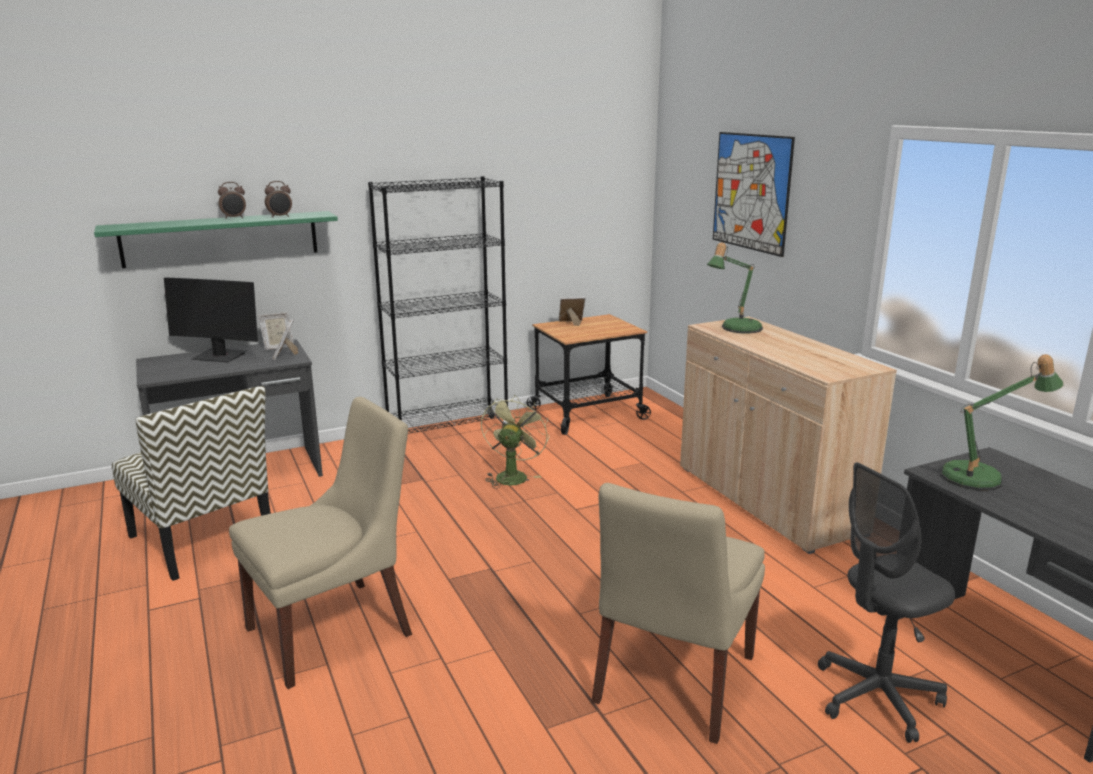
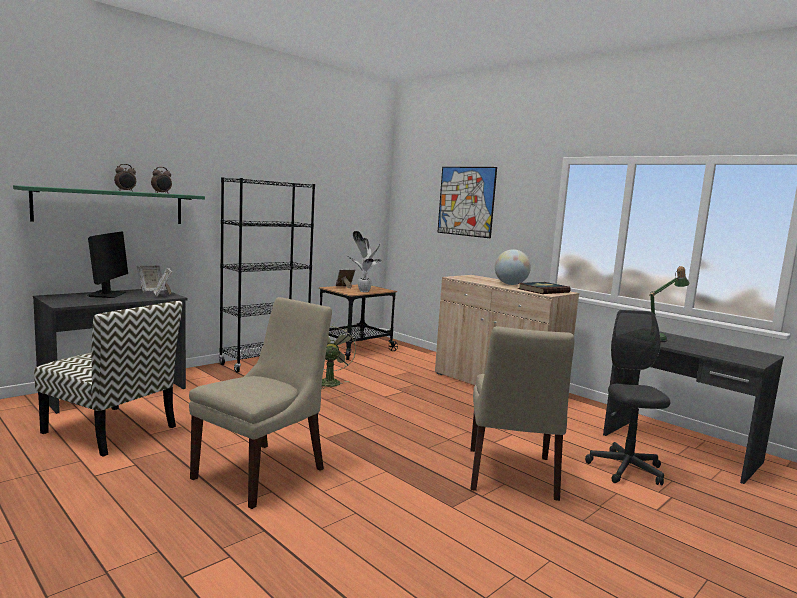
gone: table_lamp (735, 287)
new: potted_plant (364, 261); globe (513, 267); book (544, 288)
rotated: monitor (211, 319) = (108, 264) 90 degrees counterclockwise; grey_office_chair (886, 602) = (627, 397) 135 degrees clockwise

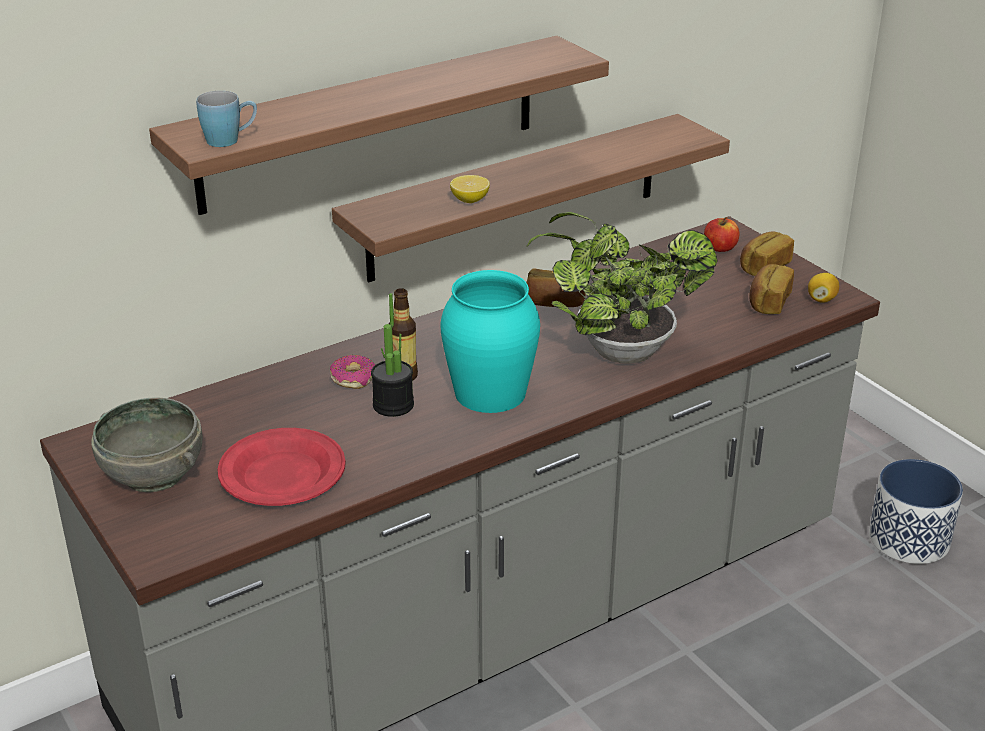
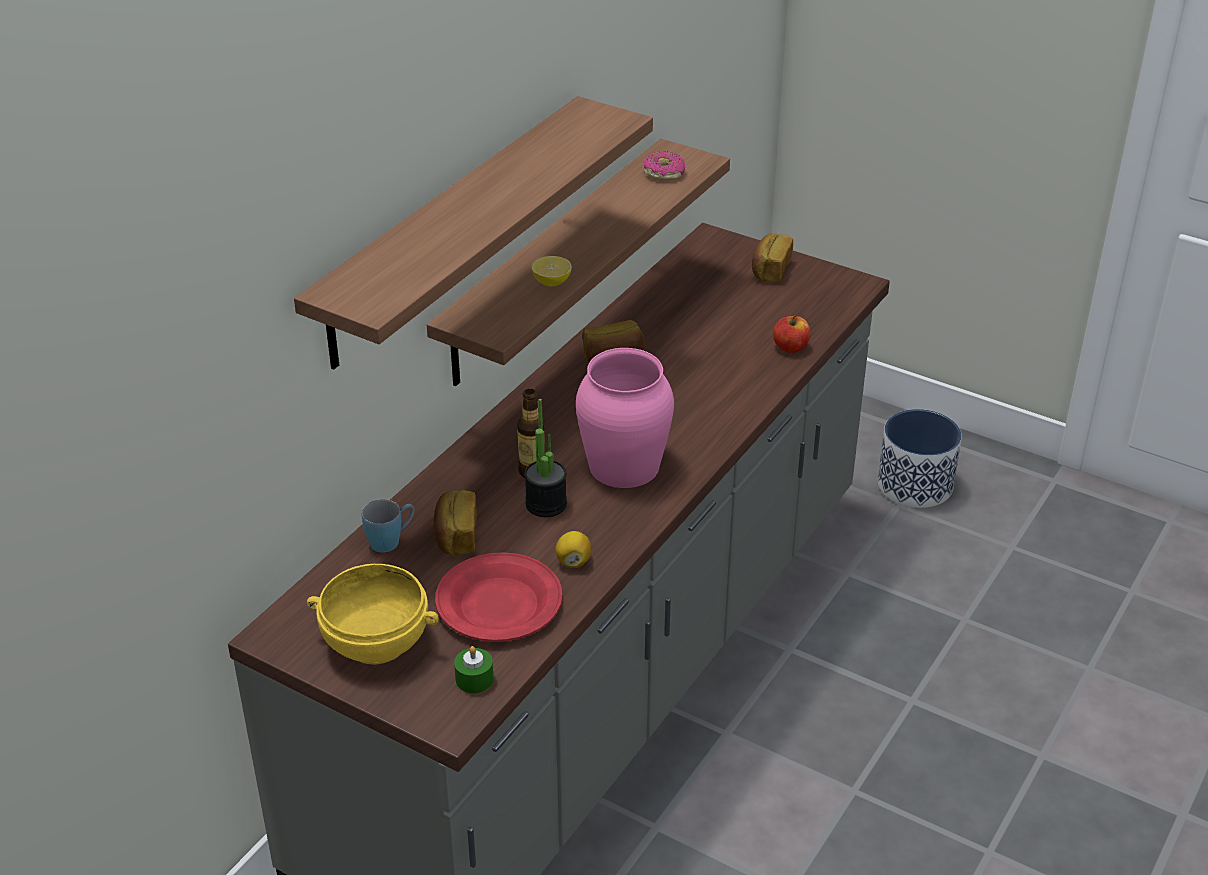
gone: potted_plant (622, 288)
new: green_candle (474, 669)
shifted: blue_mug (226, 119) to (388, 526); apple (721, 234) to (792, 334); bread (772, 289) to (455, 522); lemon (823, 288) to (573, 549); donut (352, 372) to (664, 165)
repainted: turquoise_vase (490, 341) to pink_vase (625, 418); grey_bowl (147, 444) to yellow_bowl (373, 614)

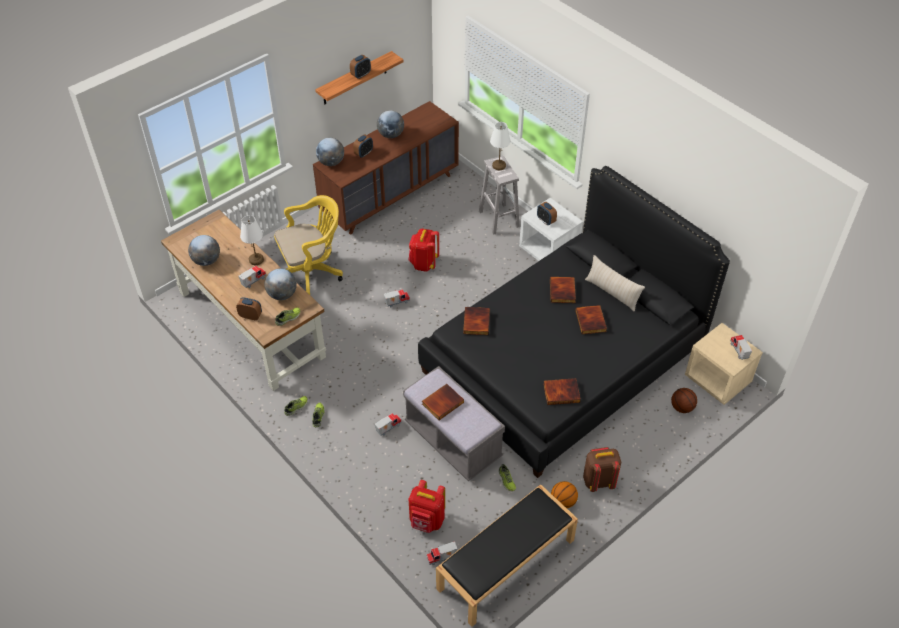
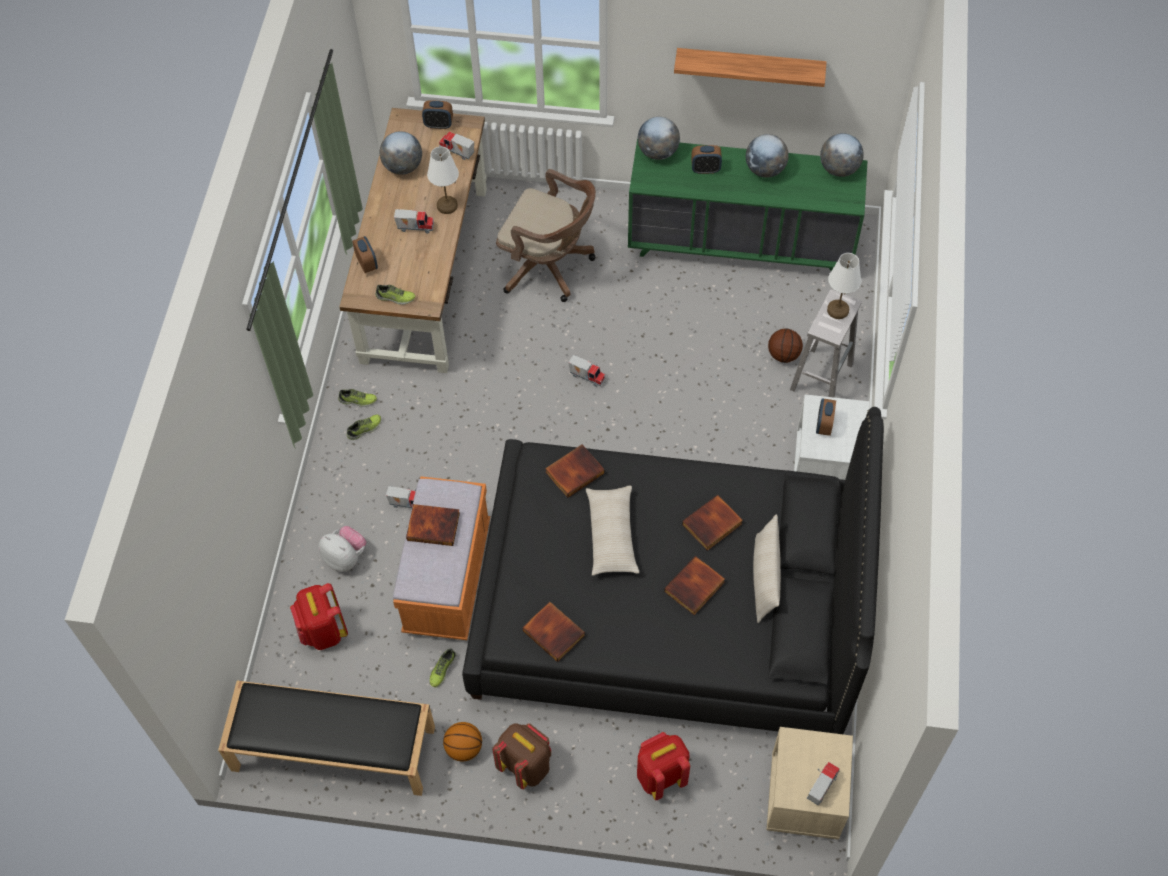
new: beige_pillow (612, 531); plush_toy (342, 549)
shifted: alarm_clock (360, 67) to (437, 114); red_backpack (423, 250) to (663, 766); globe (280, 284) to (842, 155); basketball (684, 400) to (785, 345); toy_truck (441, 553) to (456, 145)
repainted: brown_dresser (386, 168) to green_dresser (747, 205); yellow_office_chair (308, 245) to brown_office_chair (546, 235); grey_bench (454, 423) to orange_bench (441, 558)

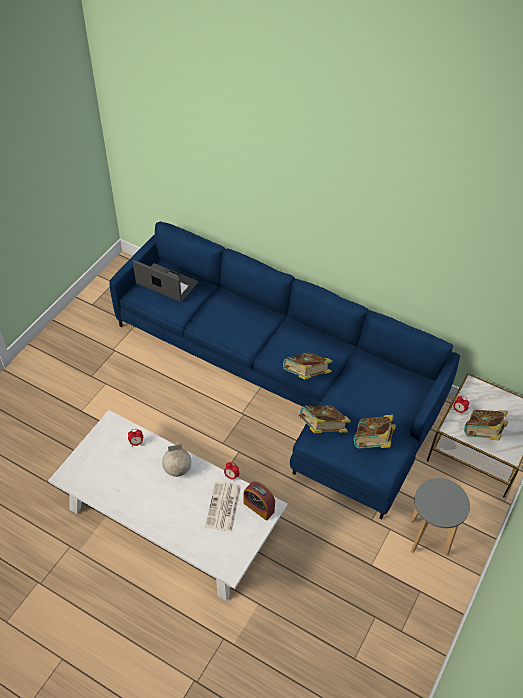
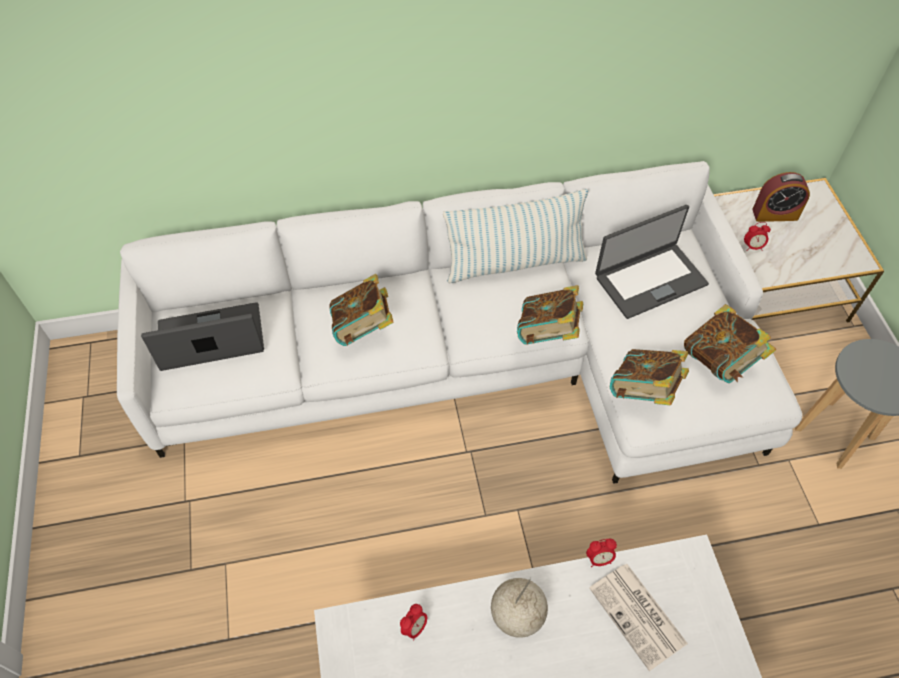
new: pillow (515, 236); laptop (652, 262)
shifted: book (486, 425) to (361, 310); alarm_clock (259, 501) to (781, 197)
repainted: blue_sofa (284, 370) to white_sofa (459, 322)

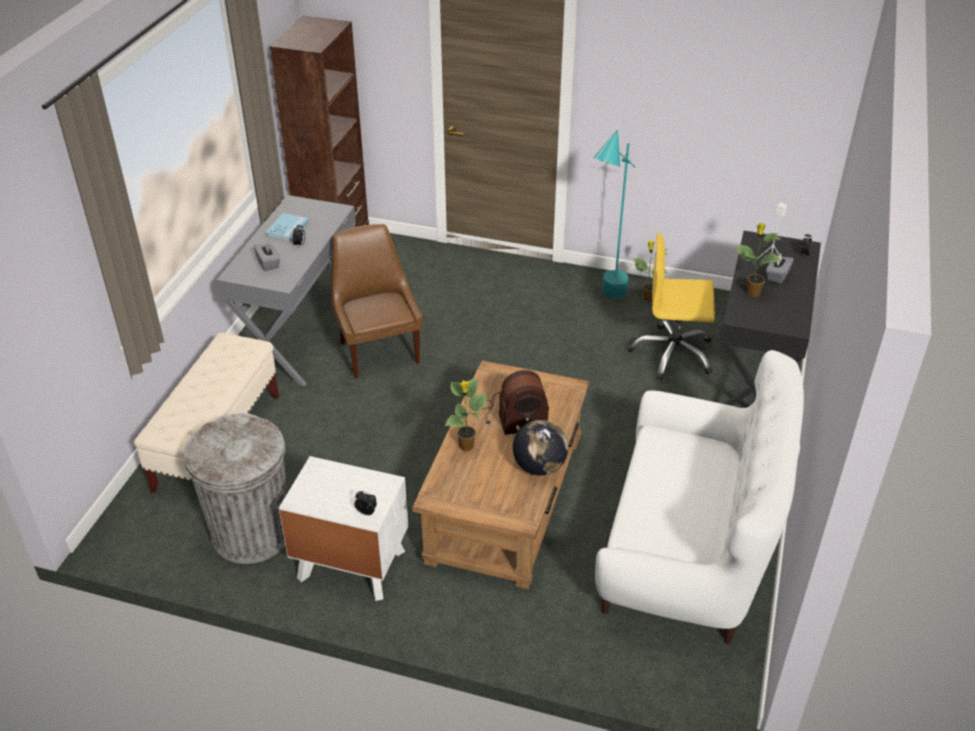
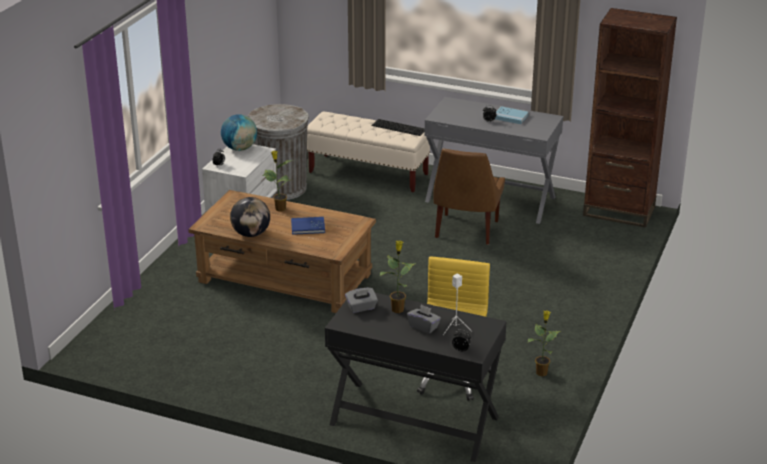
gone: turquoise_floor_lamp (614, 214); white_sofa (699, 497)
new: globe (239, 132); keyboard (398, 127)
shifted: grey_tissue_box (267, 256) to (361, 300)
swapped: radio (516, 402) to blue_book (308, 226)
rotated: brown_chair (377, 301) = (469, 197) 120 degrees clockwise

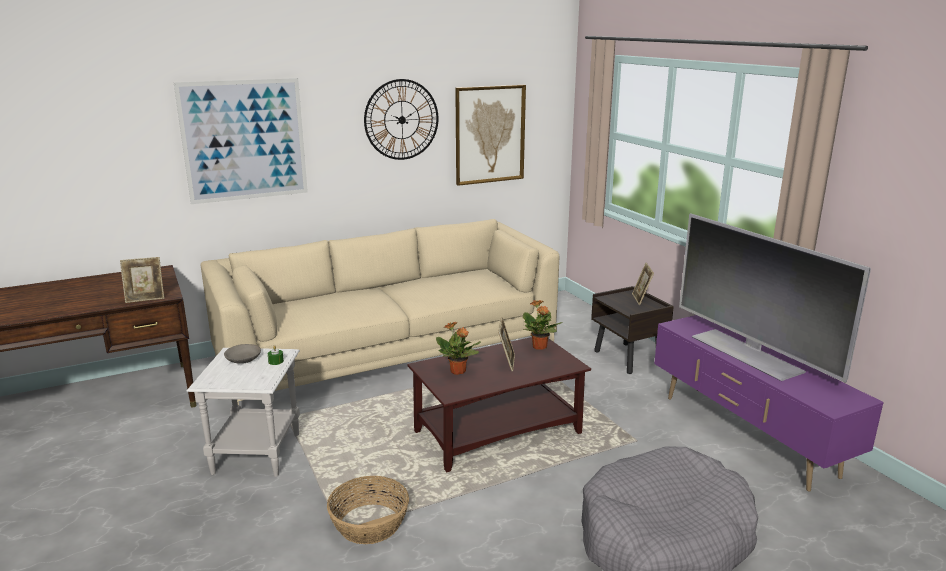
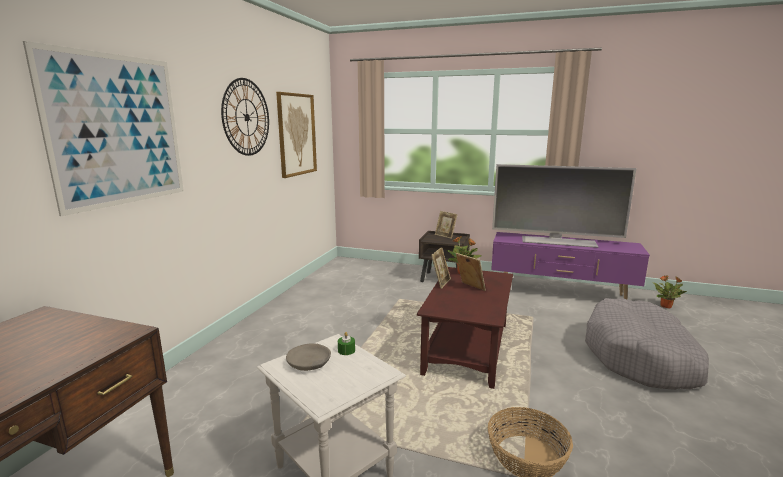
gone: beige_sofa (380, 312)
shifted: picture_frame (142, 280) to (441, 268); potted_plant (458, 348) to (670, 292)

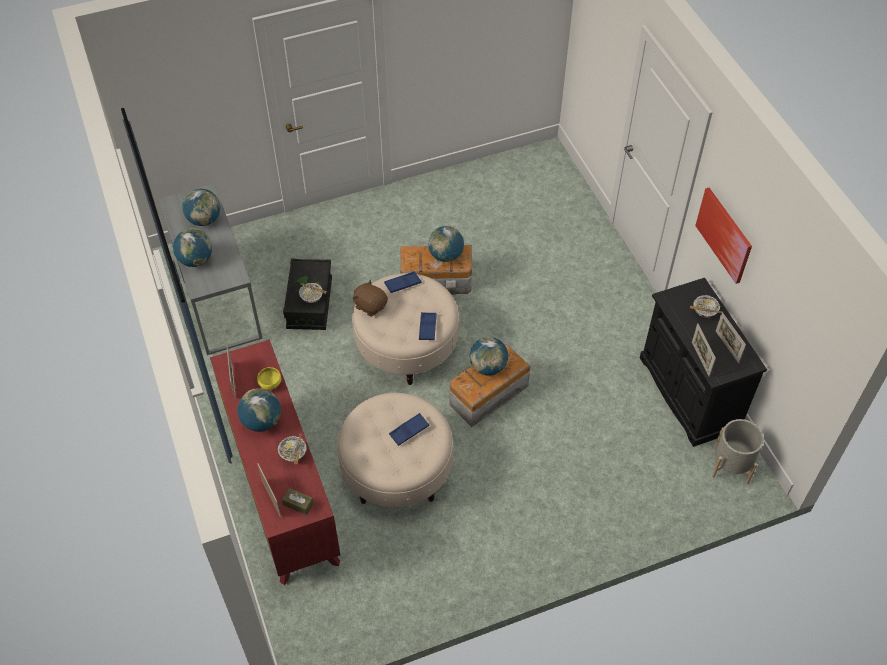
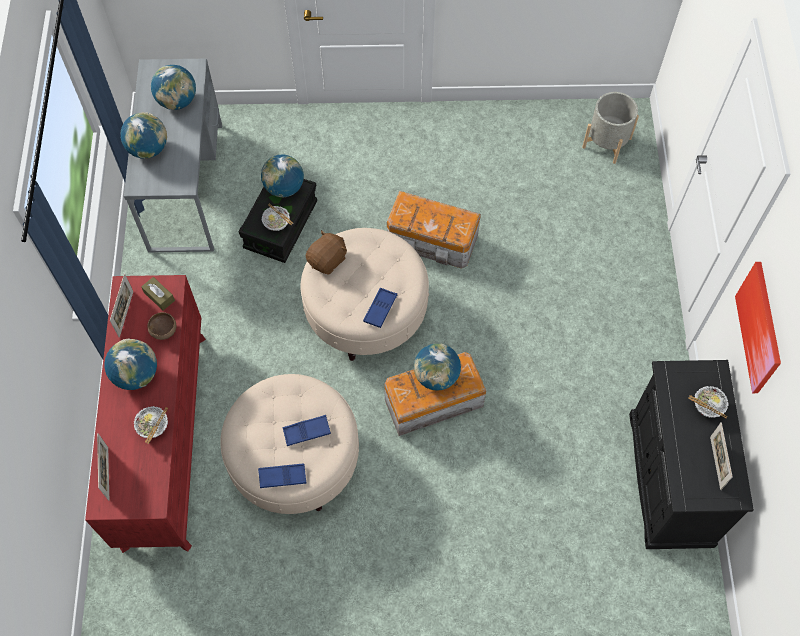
gone: picture_frame (704, 350)
shifted: globe (446, 244) to (282, 175); blue_tray (403, 282) to (282, 475); grey_planter (738, 451) to (610, 128); brown_tissue_box (298, 501) to (158, 294)
repainted: yellow_bowl (269, 378) to brown_bowl (161, 326)
rotated: brown_plush_toy (370, 298) = (326, 252) 75 degrees clockwise

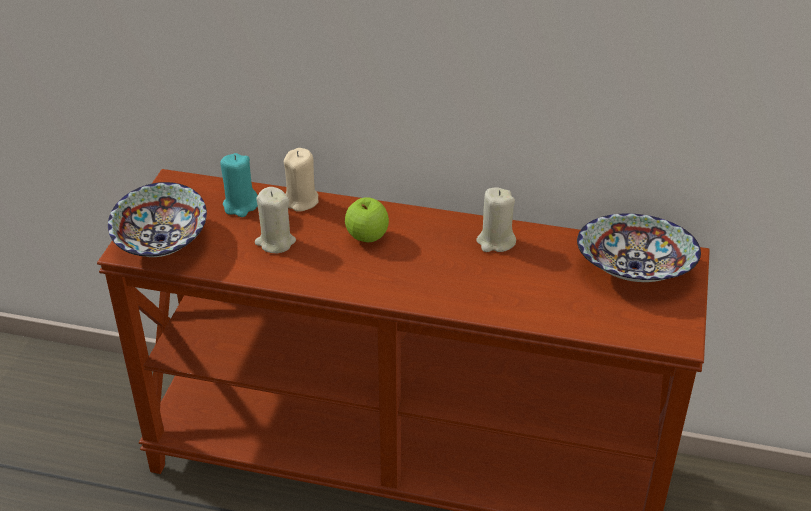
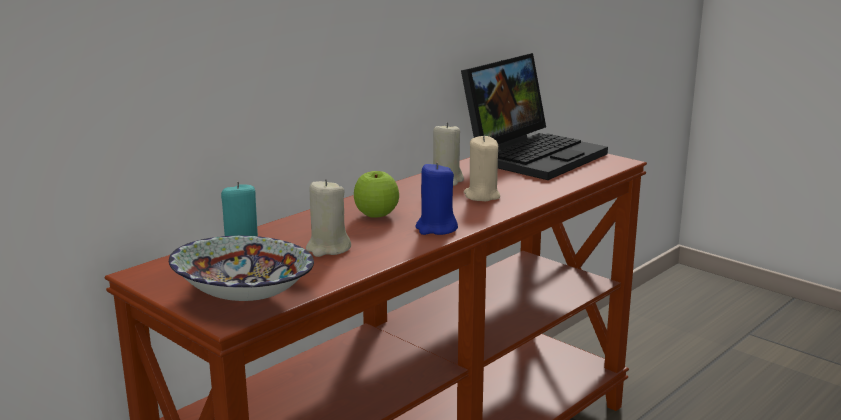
new: blue_candle (436, 198)
shifted: beige_candle (301, 180) to (482, 169)
swapped: bowl (639, 247) to laptop (534, 116)

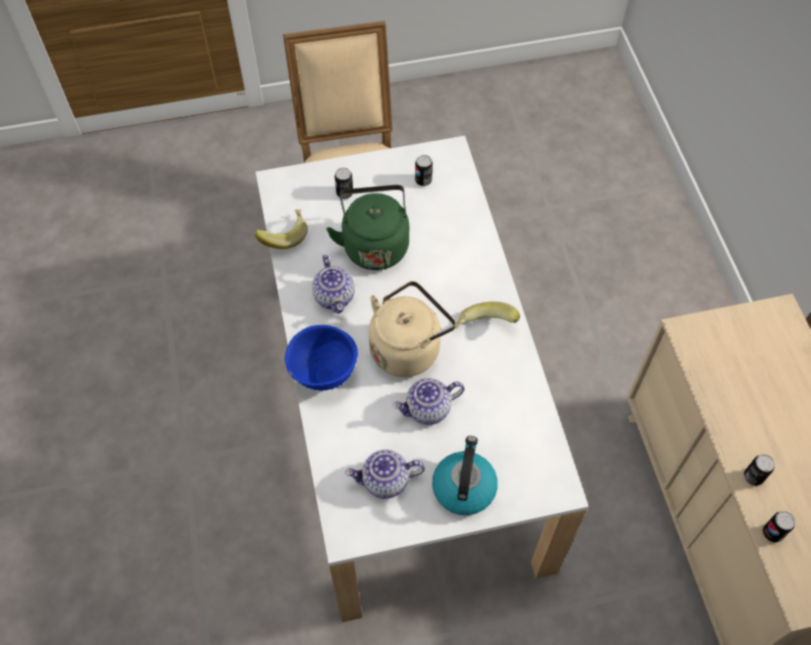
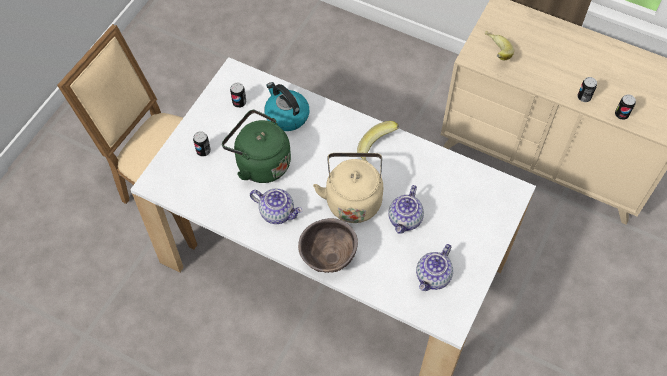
shifted: banana (281, 229) to (499, 45); kettle (465, 475) to (286, 106)
repainted: blue_bowl (321, 358) to brown_bowl (328, 245)

